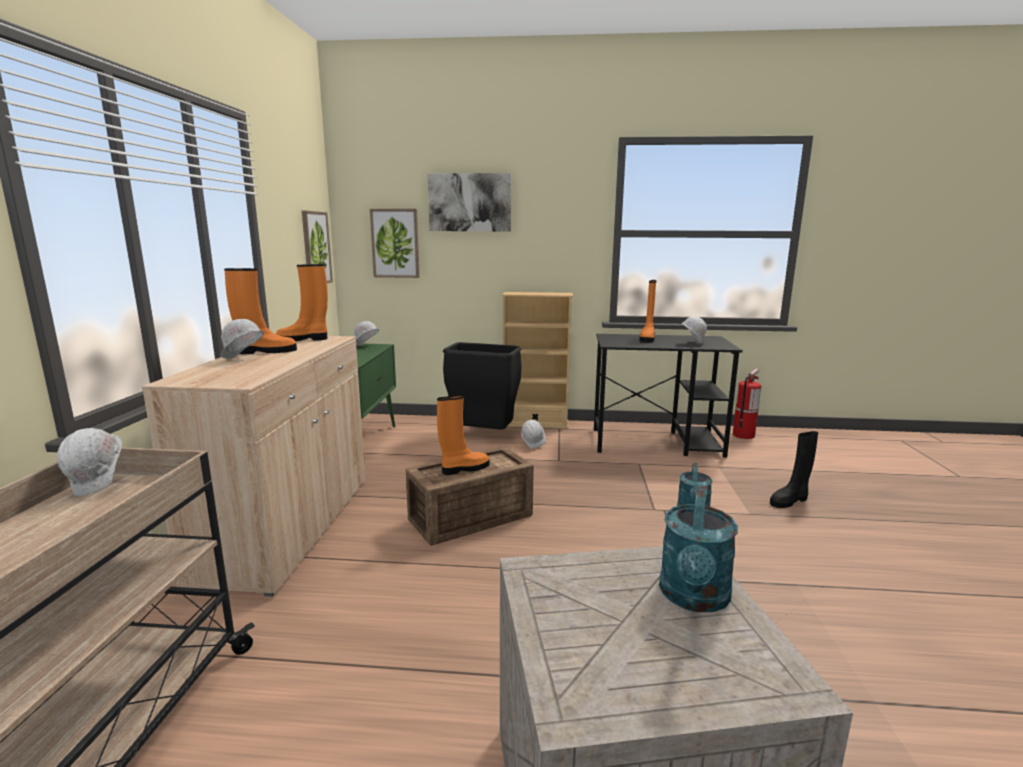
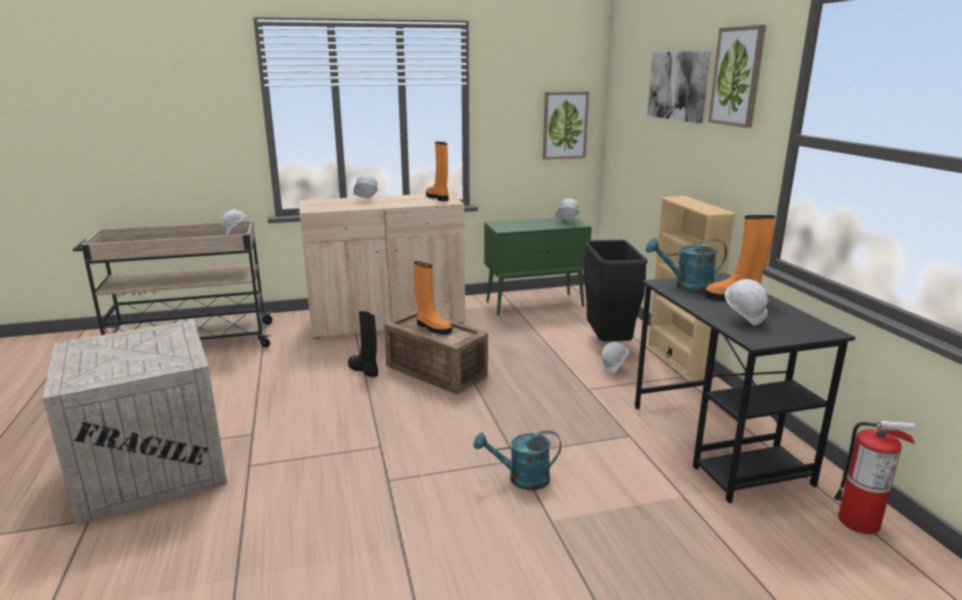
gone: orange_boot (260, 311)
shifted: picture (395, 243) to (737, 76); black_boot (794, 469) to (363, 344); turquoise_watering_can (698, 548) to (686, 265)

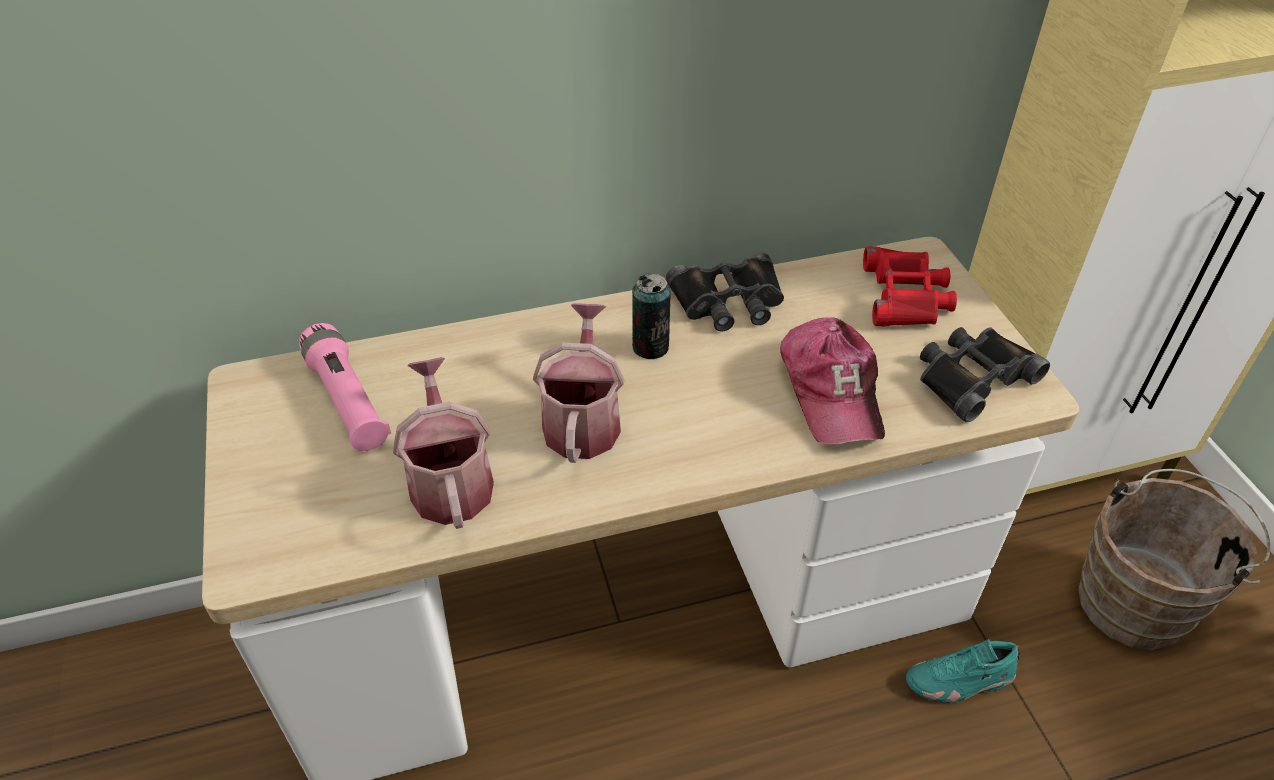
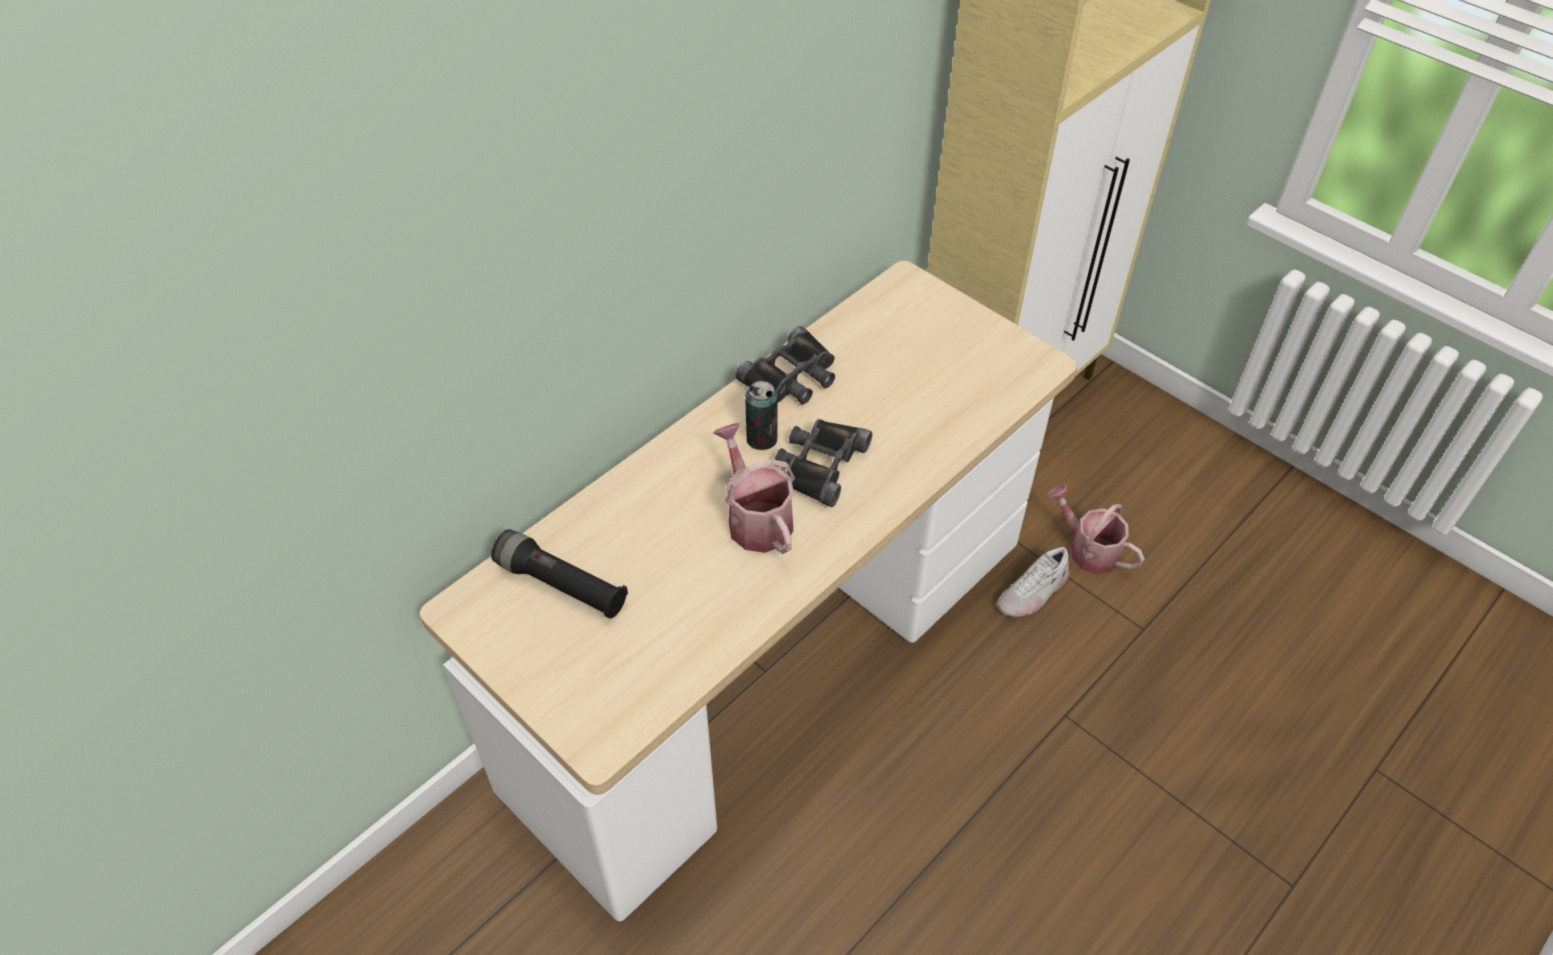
gone: red_binoculars (910, 286); cap (832, 381); brown_bucket (1174, 559)
shifted: black_binoculars (985, 374) to (823, 463); watering_can (443, 443) to (1096, 529)
repainted: pink_flashlight (345, 387) to black_flashlight (559, 574); turquoise_shoe (964, 670) to white_shoe (1033, 582)

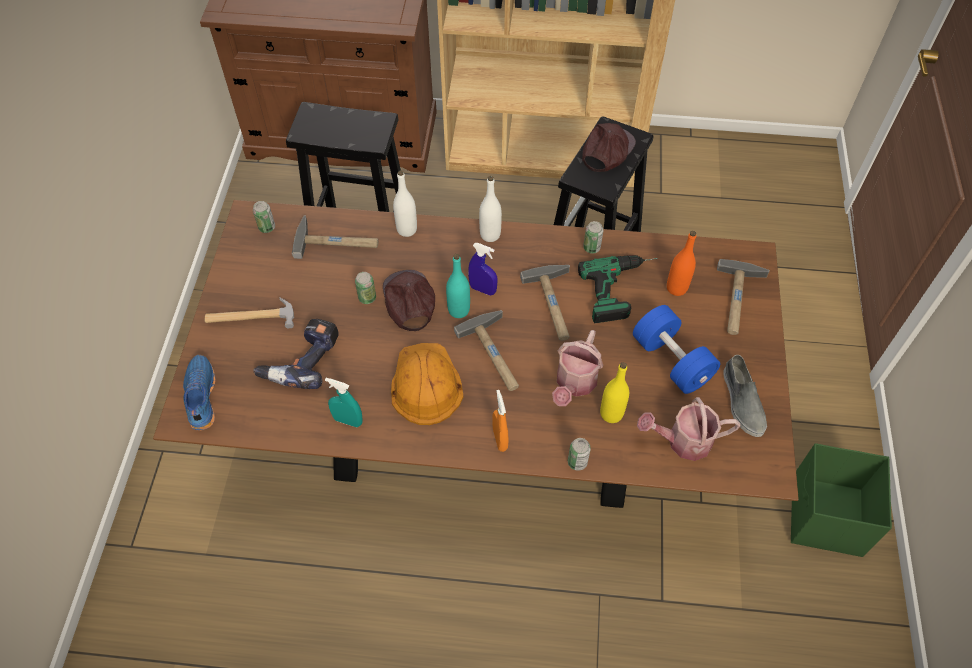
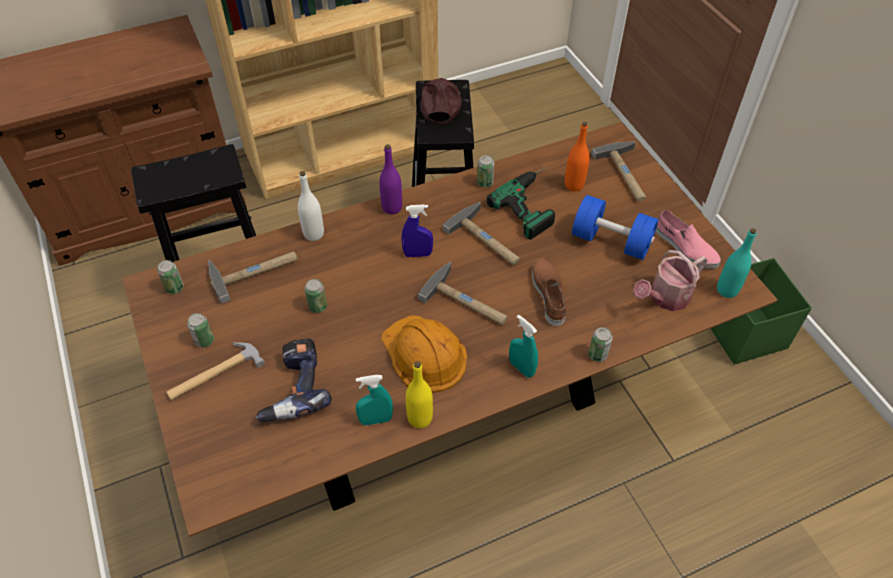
gone: brown_cap (409, 300); blue_shoe (199, 393)
new: can (200, 330)
shifted: turquoise_bottle (458, 286) to (737, 263); yellow_bottle (614, 392) to (419, 394)
swapped: watering_can (577, 368) to brown_shoe (549, 292)
repainted: white_bottle (490, 209) to purple_bottle (390, 179); grey_shoe (745, 396) to pink_shoe (688, 239); orange_spray_bottle (500, 421) to turquoise_spray_bottle (523, 346)

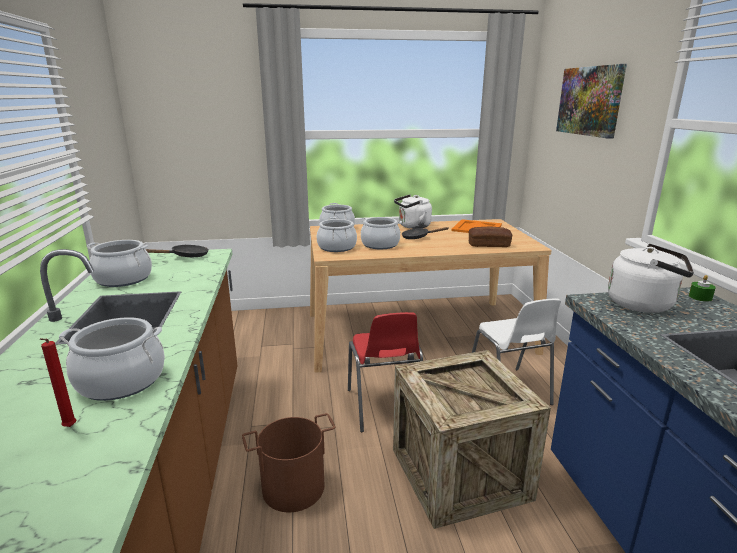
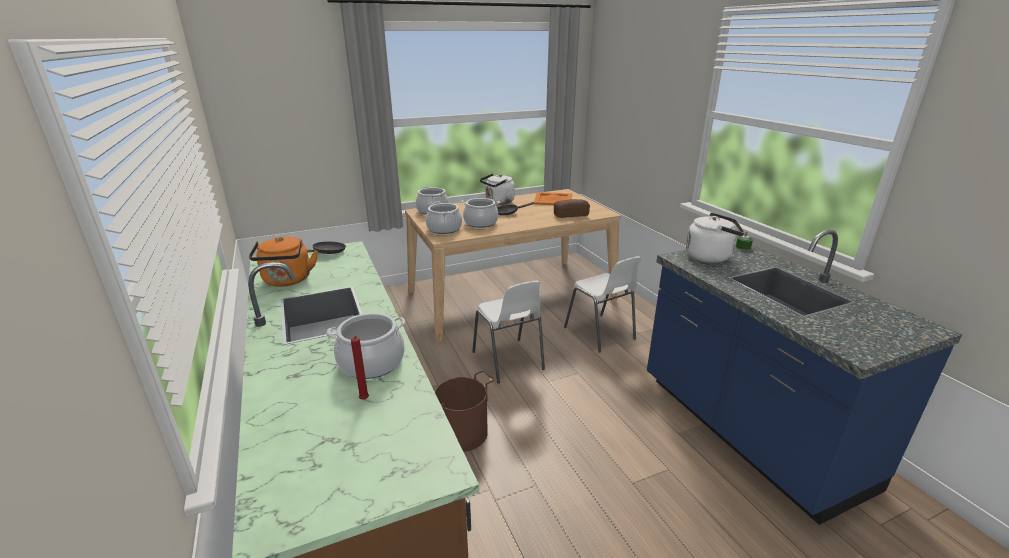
gone: picture (591, 101); crate (472, 439)
swapped: cooking_pot (119, 263) to orange_kettle (283, 262)
repainted: red_chair (385, 372) to white_chair (508, 332)

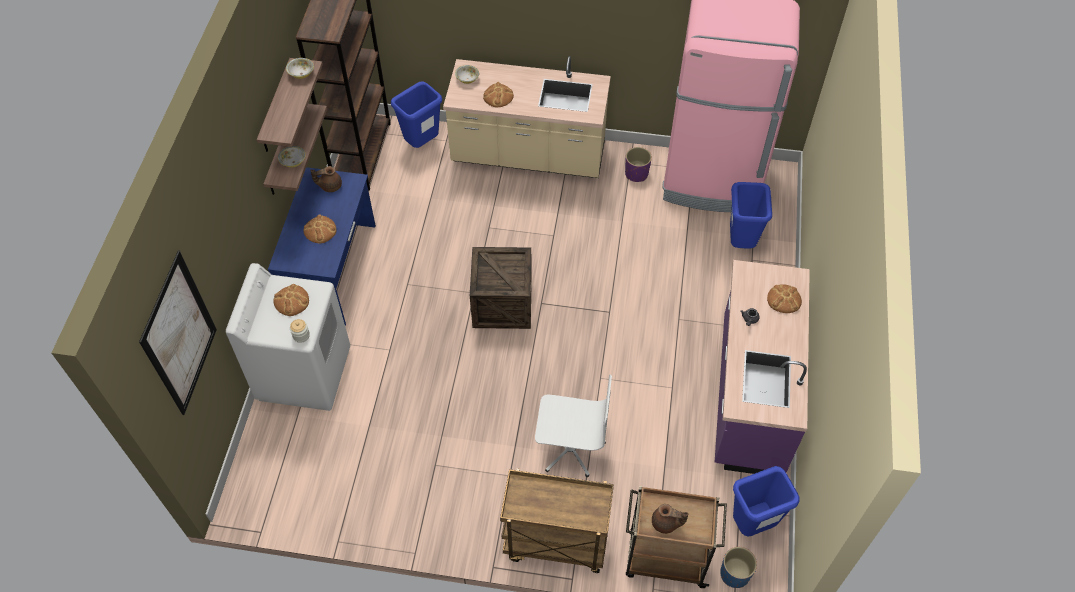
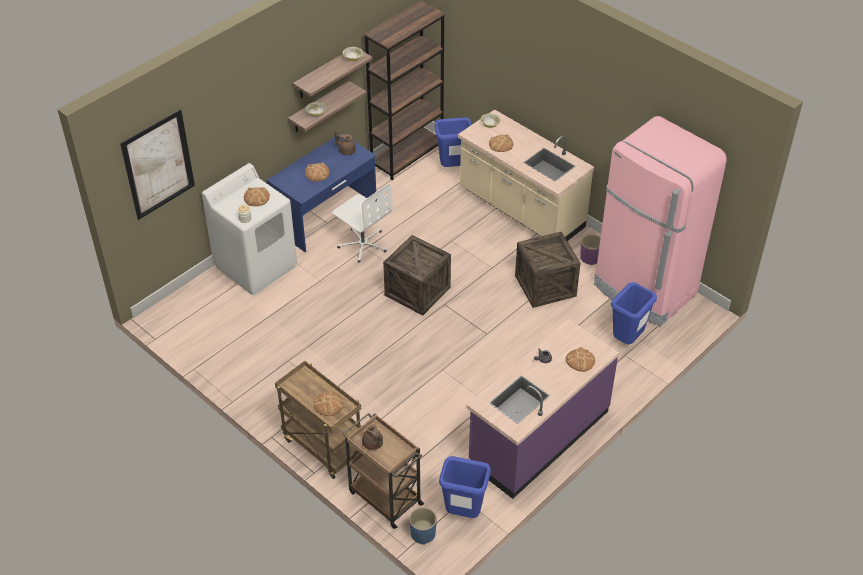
new: crate (548, 270); bread (329, 403)
shifted: white_office_chair (573, 425) to (362, 222)

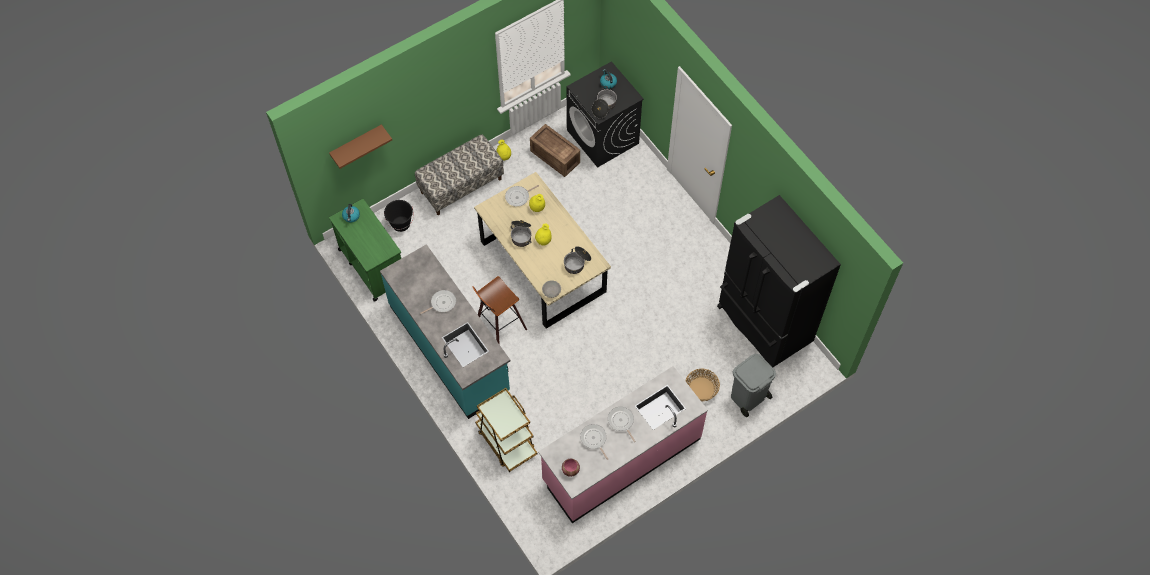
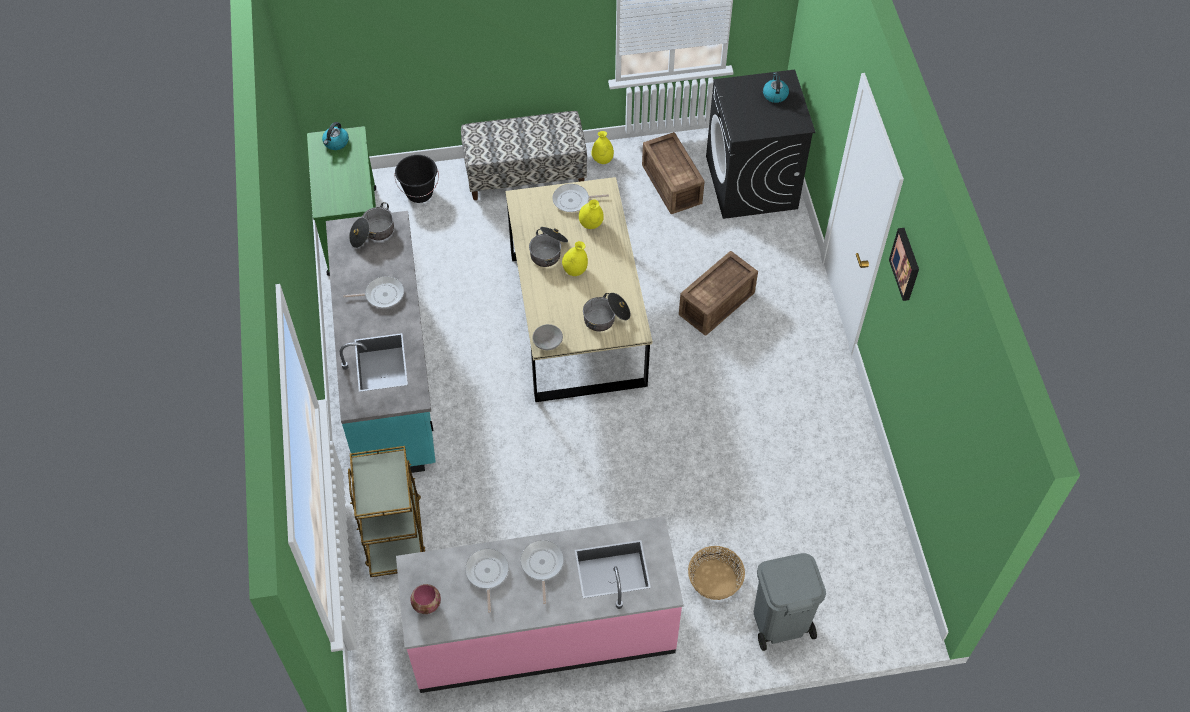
gone: brown_shelf (360, 146); black_fridge (779, 281); stool (499, 310)
new: picture (904, 264); crate (718, 293)
shifted: cooking_pot (604, 102) to (371, 225)

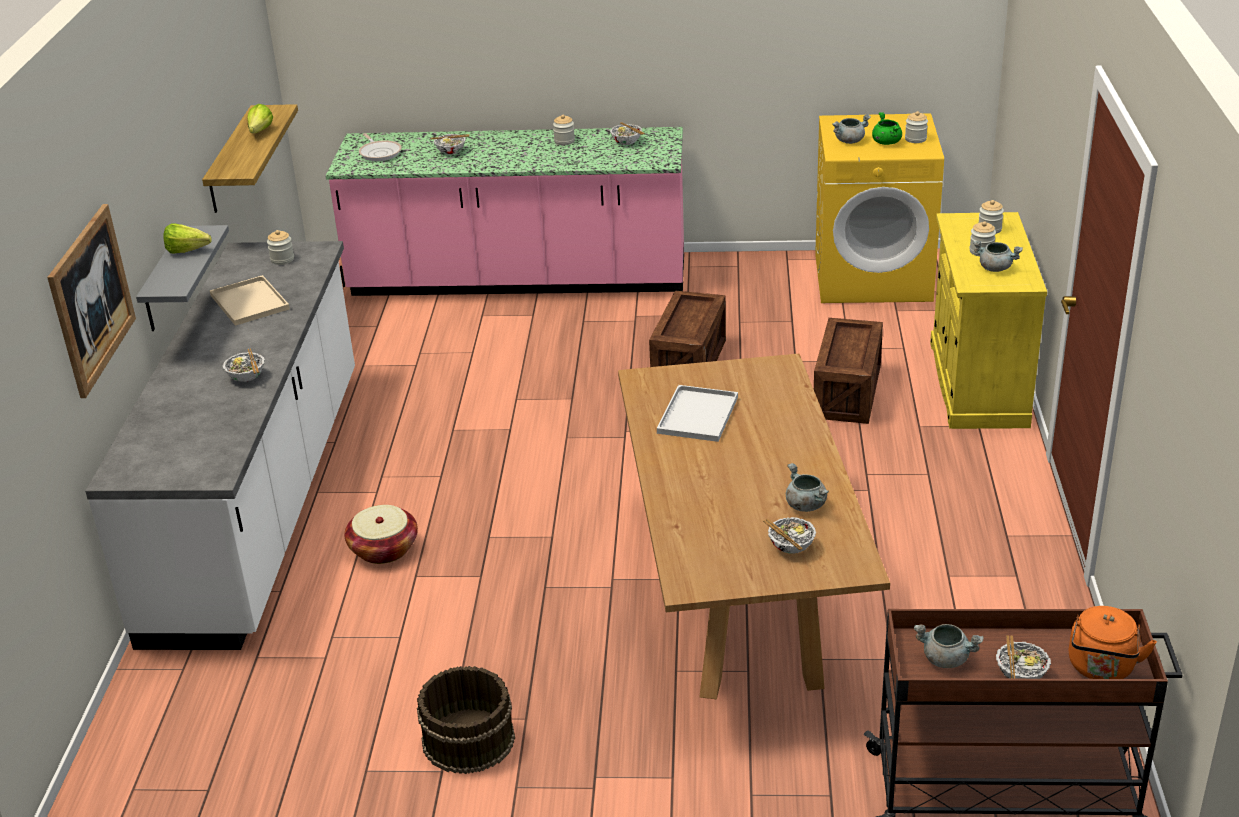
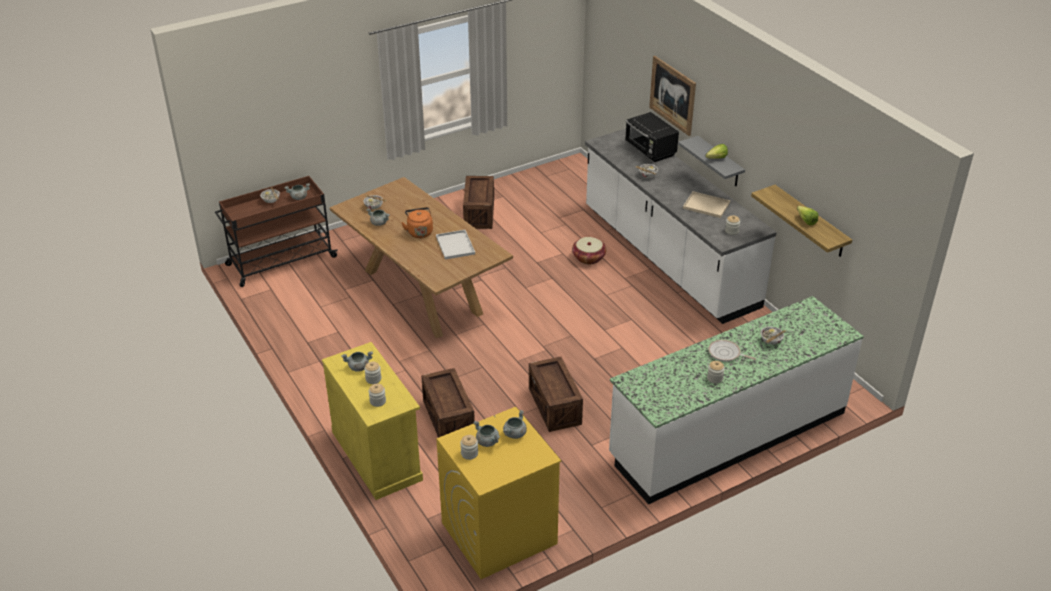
gone: bowl (627, 133)
new: black_microwave (652, 137)
shifted: frying_pan (380, 147) to (732, 351); orange_kettle (1113, 642) to (417, 222)
swapped: brown_bucket (466, 720) to crate (478, 202)
repainted: green_cooking_pot (887, 128) to grey_cooking_pot (486, 434); pink_counter (504, 211) to white_counter (736, 400)

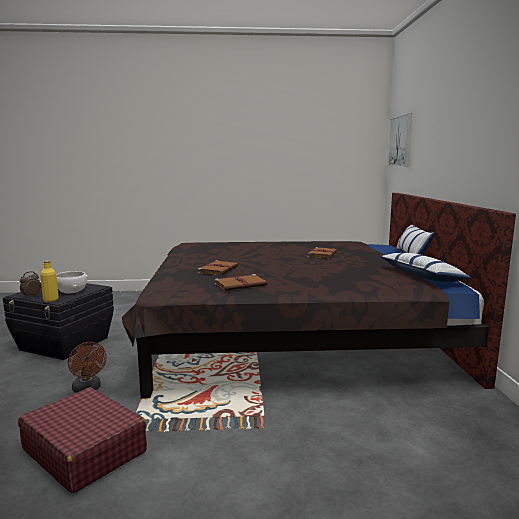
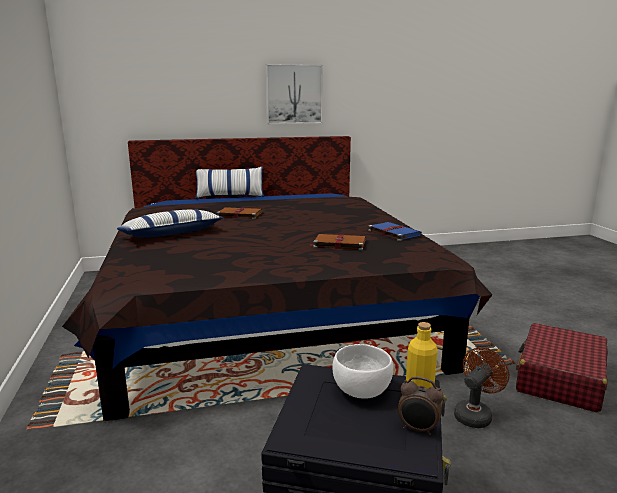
shifted: picture (399, 140) to (294, 94); pillow (425, 267) to (170, 223)
repainted: brown_book (241, 282) to blue_book (395, 231)

